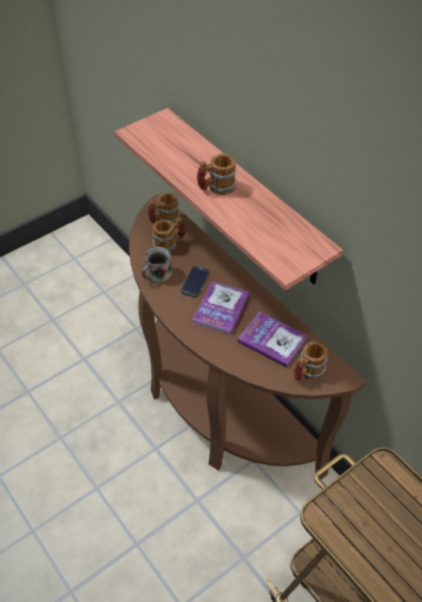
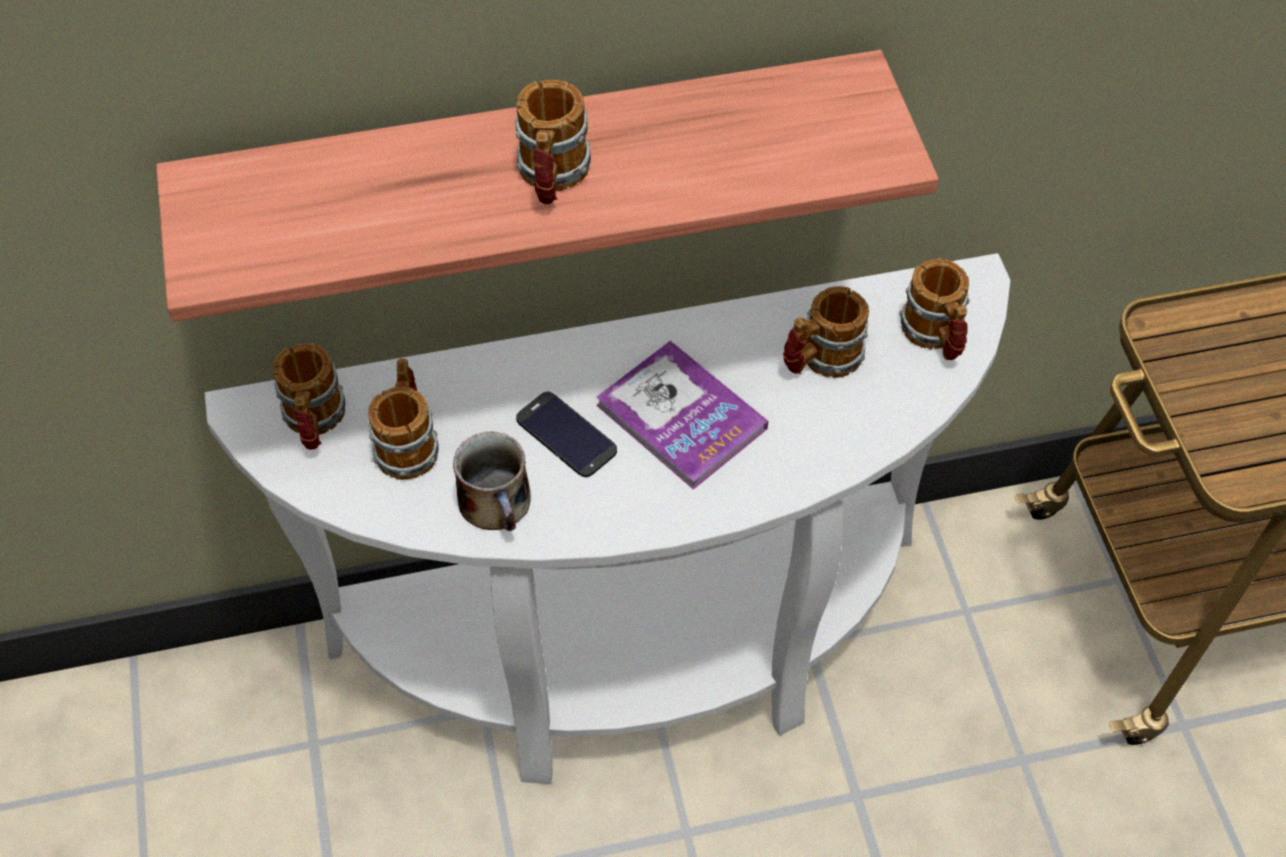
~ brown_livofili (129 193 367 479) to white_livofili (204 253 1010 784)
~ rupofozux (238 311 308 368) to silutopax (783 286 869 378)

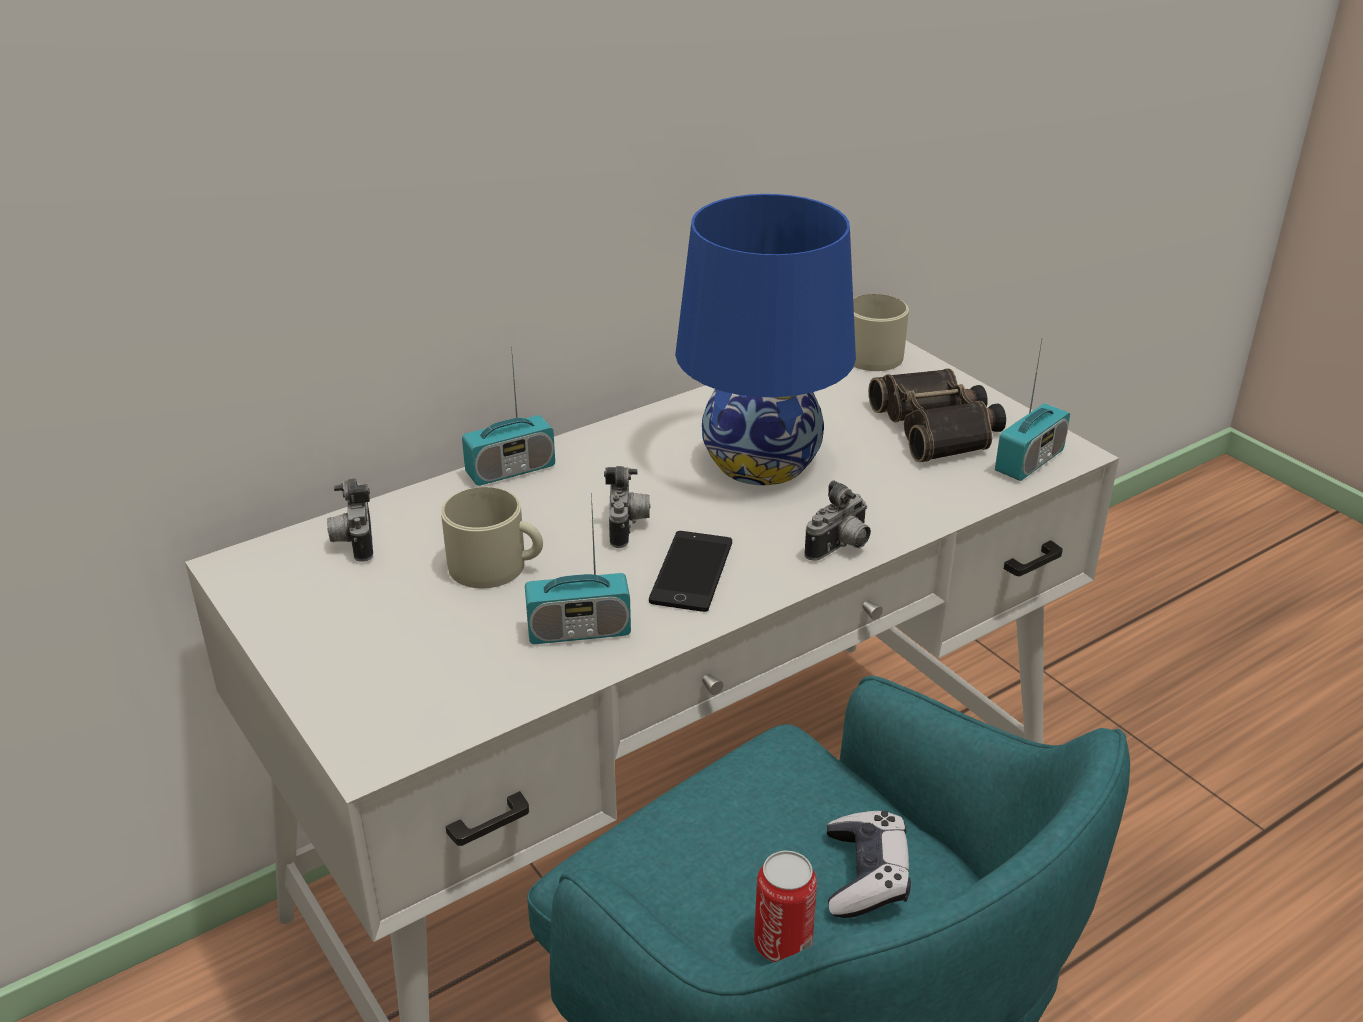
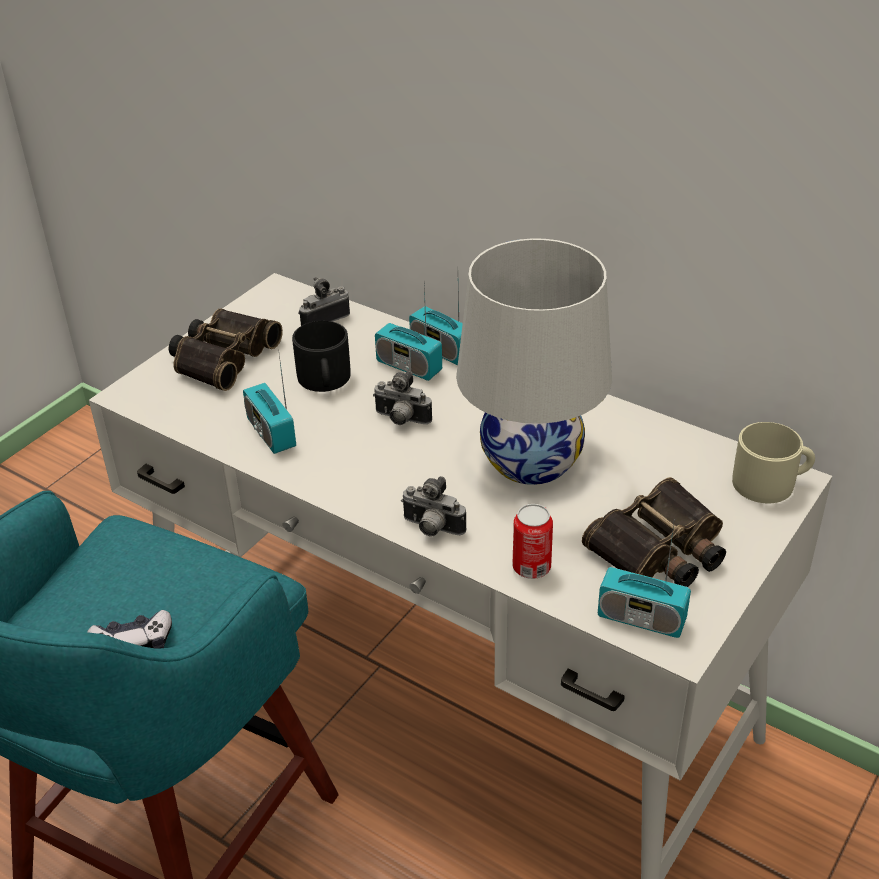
+ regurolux (169 308 283 391)
~ beige_silutopax (441 487 543 588) to black_silutopax (292 321 350 392)
~ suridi (604 466 651 548) = (373 371 432 425) 45 degrees clockwise
+ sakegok (375 285 442 381)
~ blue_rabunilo (675 194 856 485) to white_rabunilo (456 238 612 485)
~ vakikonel (754 851 817 962) to (513 504 553 579)
- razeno (649 531 732 612)

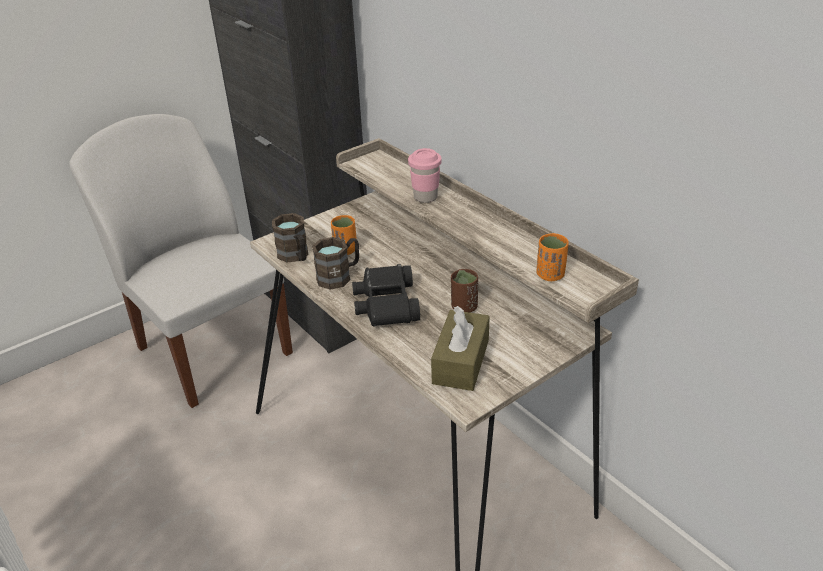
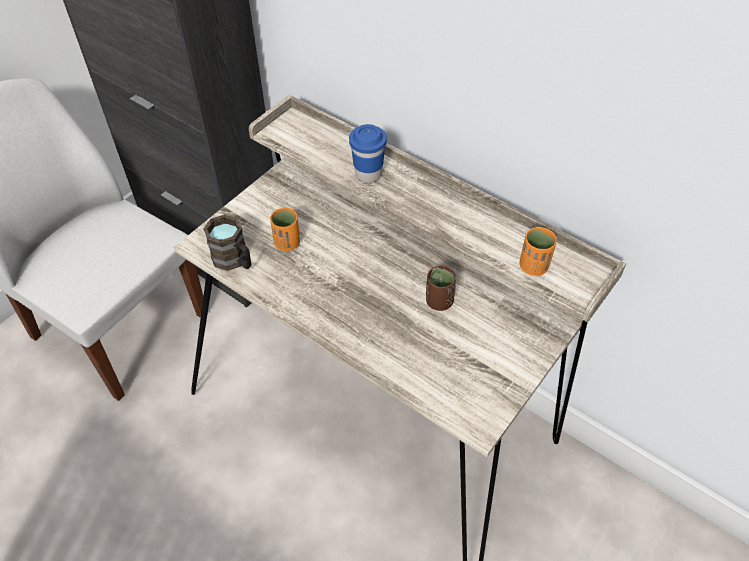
~ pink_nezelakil (408 148 442 203) to blue_nezelakil (349 124 387 183)
- brown_silutopax (312 237 359 290)
- black_regurolux (352 264 420 327)
- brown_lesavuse (431 306 490 391)

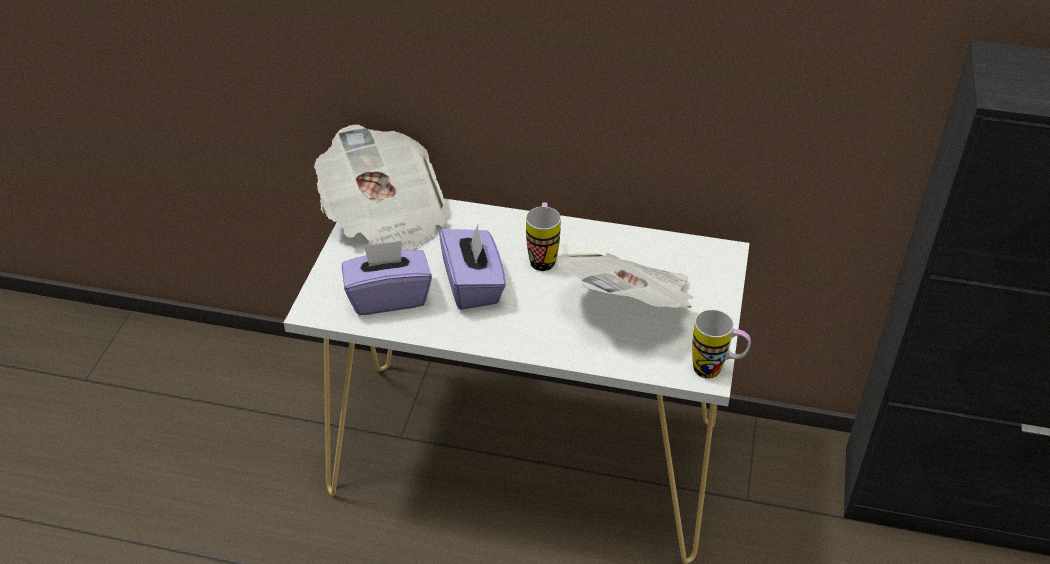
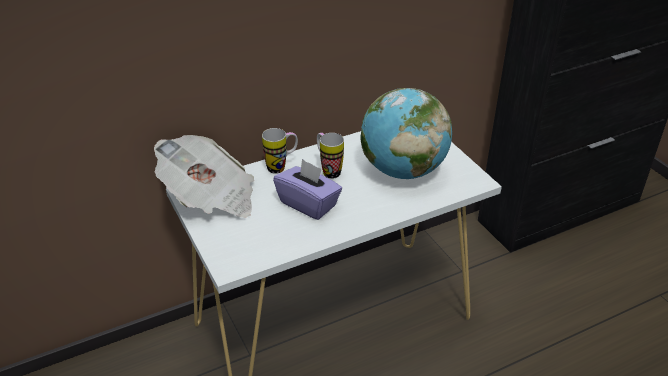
~ silutopax (692 310 751 379) to (262 128 298 174)
~ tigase (557 253 694 308) to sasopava (360 88 452 179)
- purple_lesavuse (342 241 432 315)

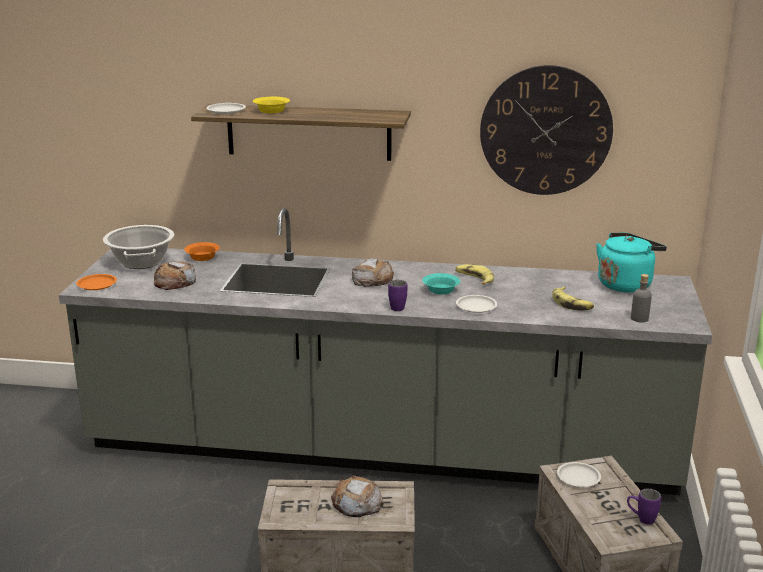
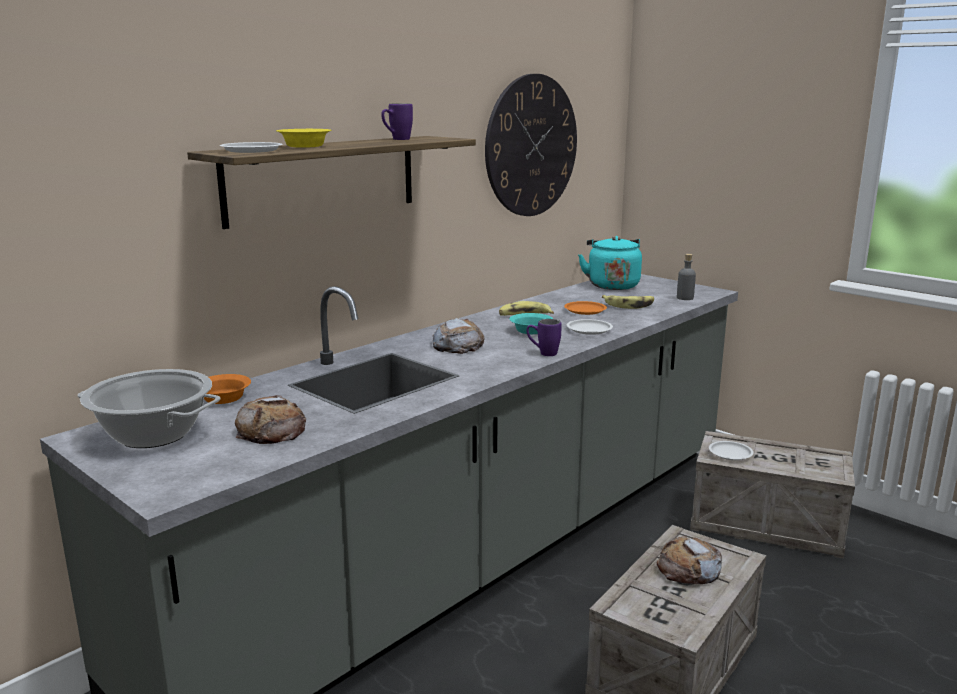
~ purple_silutopax (627 488 661 525) to (381 103 413 140)
~ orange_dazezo (76 274 117 290) to (564 301 607 315)

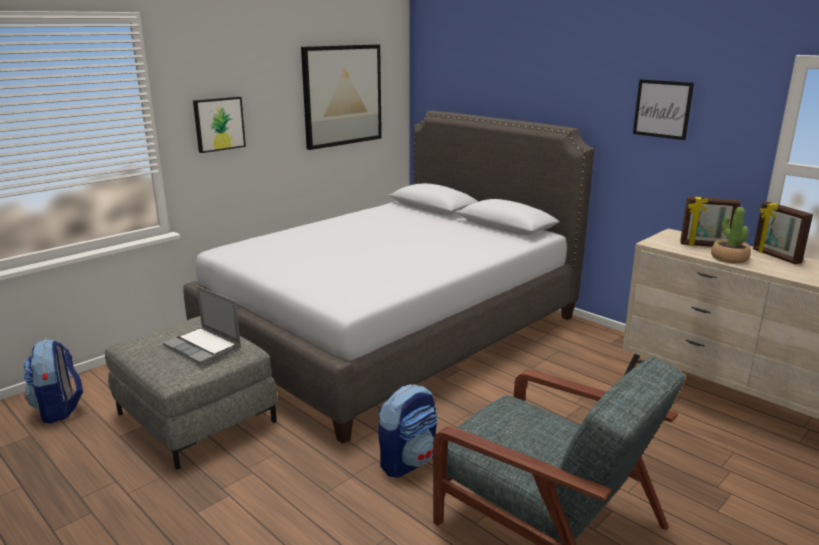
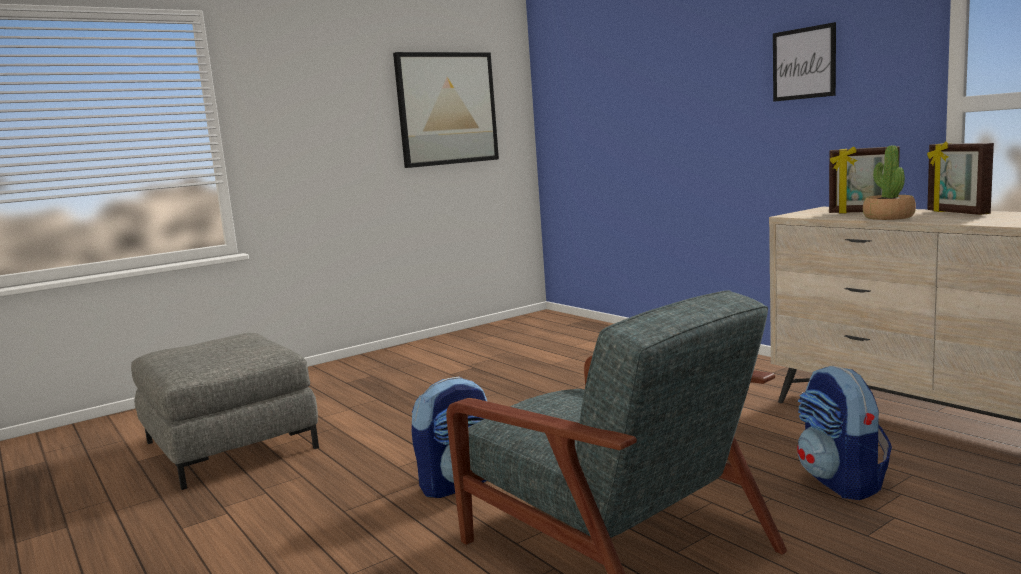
~ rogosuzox (24 339 83 424) to (797 366 892 500)
- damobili (163 286 241 365)
- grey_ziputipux (183 111 595 444)
- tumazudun (193 97 246 153)

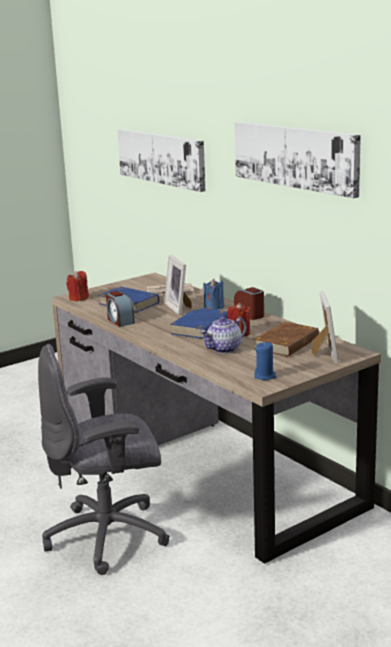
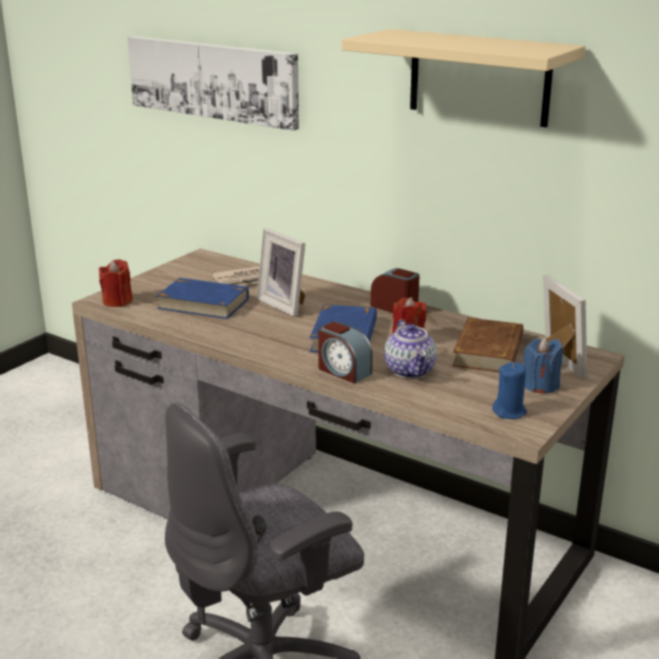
~ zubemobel (106 291 135 327) to (318 322 372 384)
~ tumazudun (235 122 361 198) to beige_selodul (342 29 586 127)
~ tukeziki (200 316 247 353) = (384 319 437 378) 45 degrees counterclockwise
~ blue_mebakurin (203 279 224 310) to (523 337 563 393)

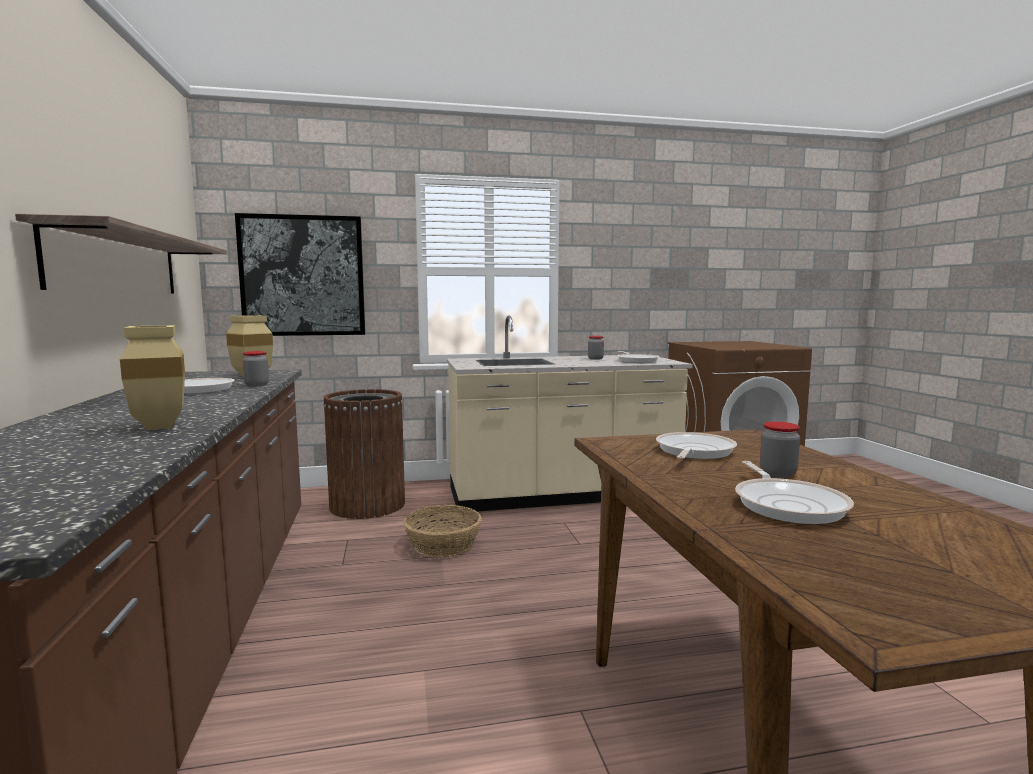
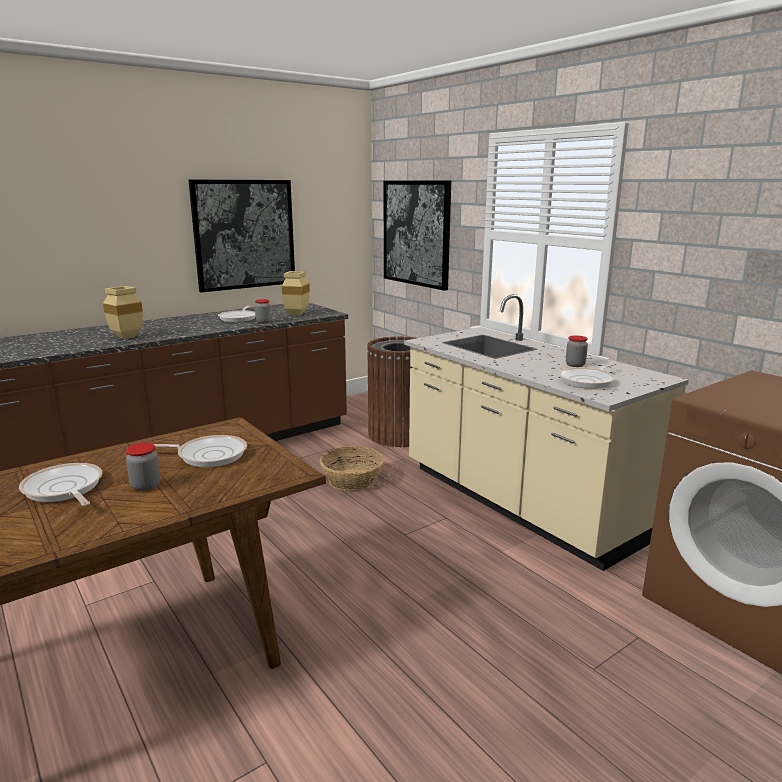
~ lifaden (735 461 854 524) = (19 463 102 506) 75 degrees clockwise
~ selodul (15 214 228 294) to tumazudun (188 180 295 293)

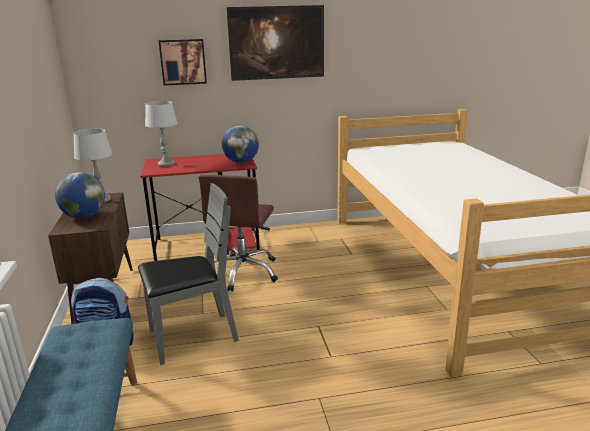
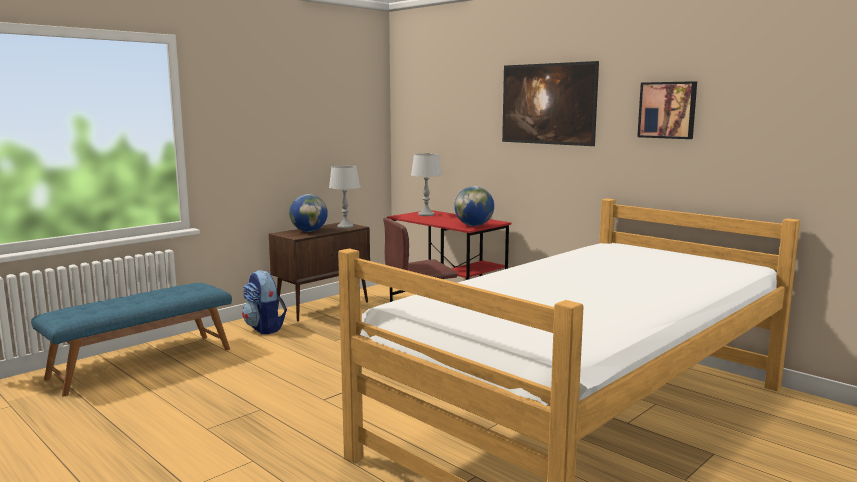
~ tumazudun (159 39 207 86) to (637 81 697 139)
- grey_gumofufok (138 183 239 365)

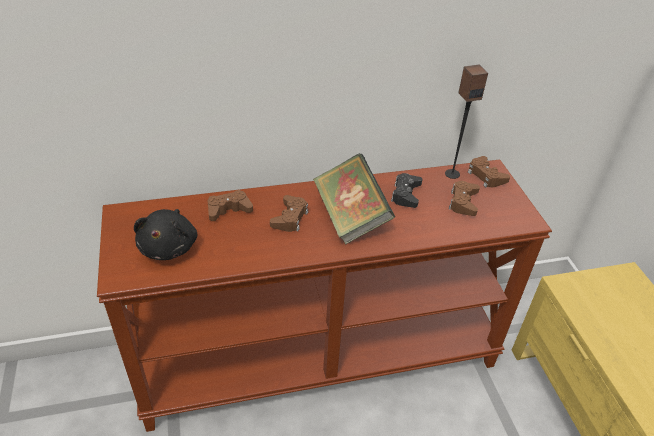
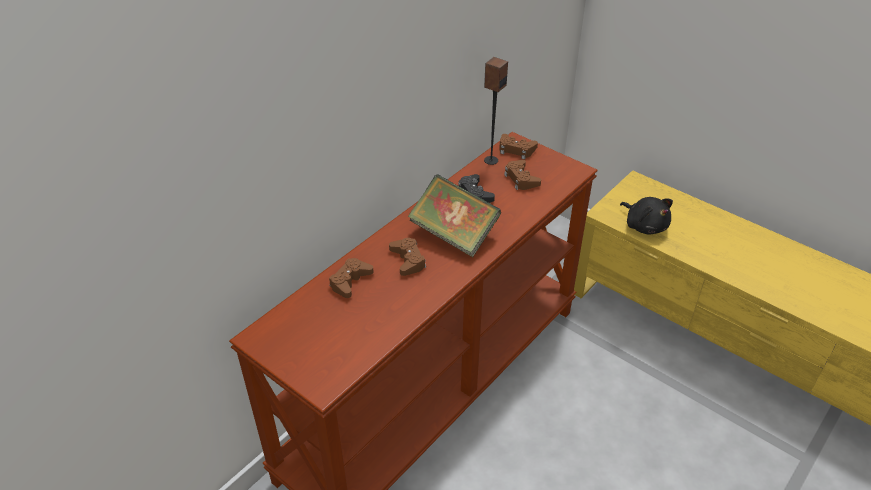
~ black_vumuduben (134 209 197 260) to (620 197 673 235)

